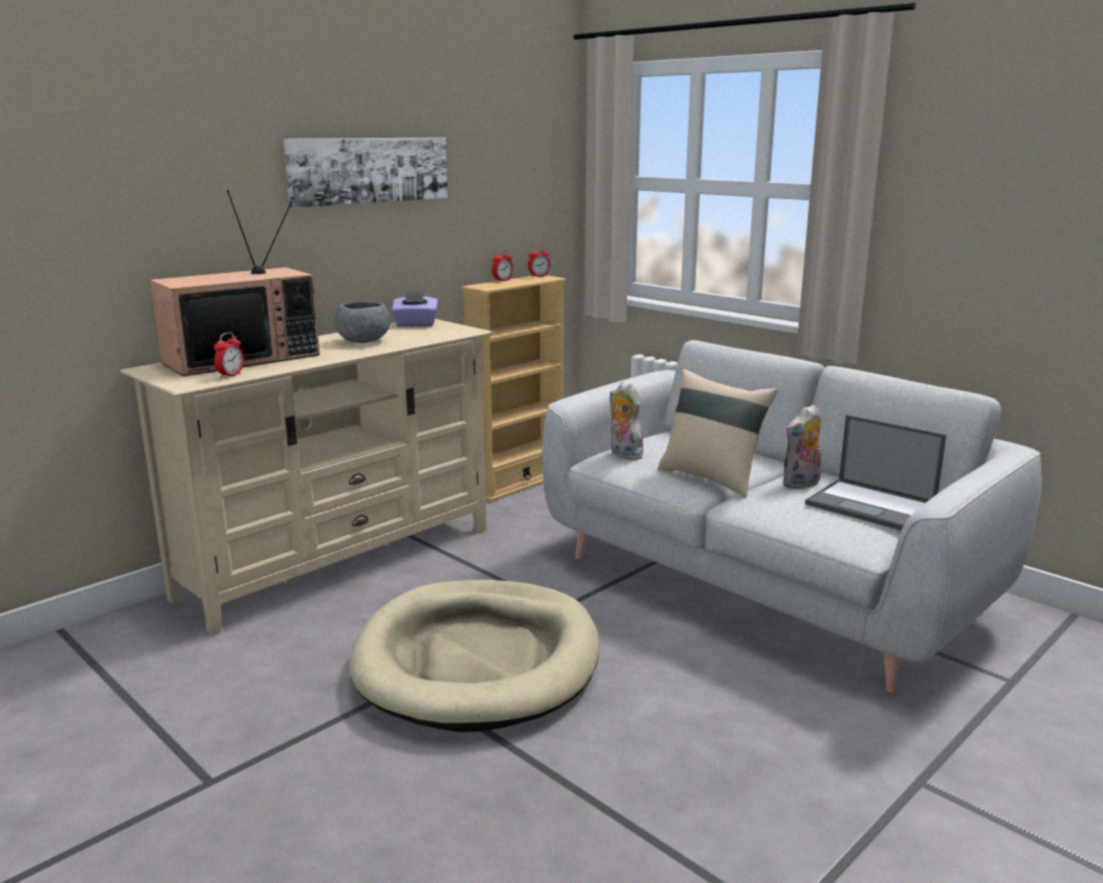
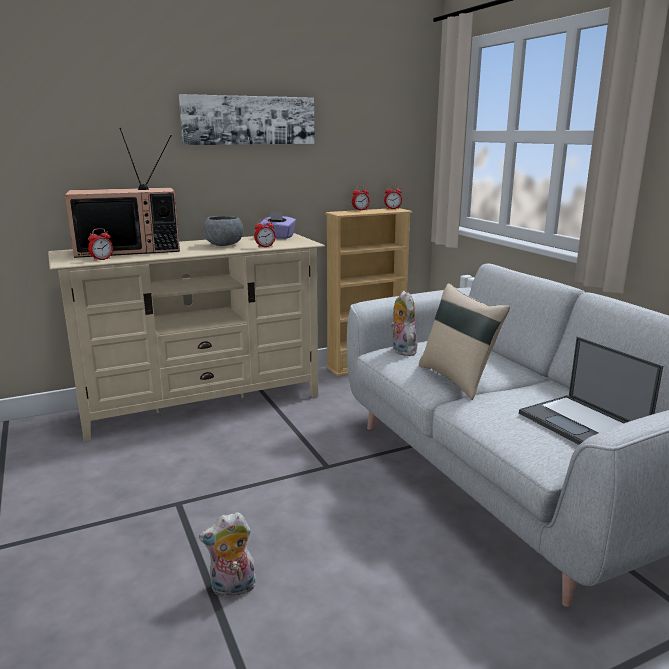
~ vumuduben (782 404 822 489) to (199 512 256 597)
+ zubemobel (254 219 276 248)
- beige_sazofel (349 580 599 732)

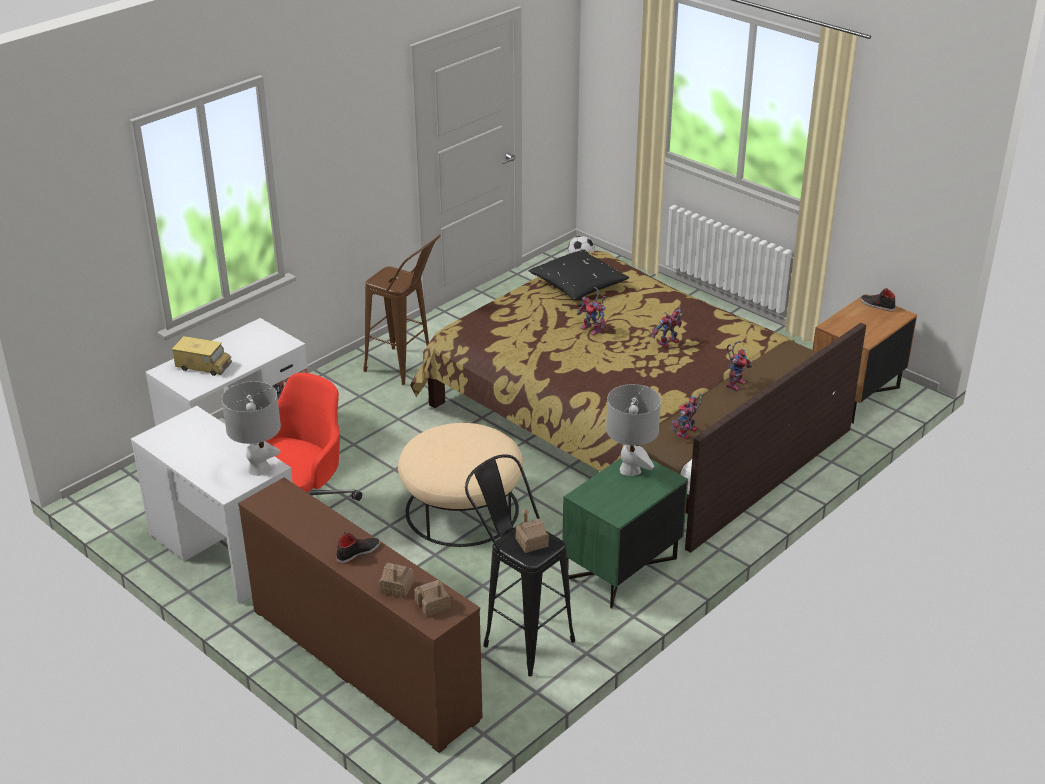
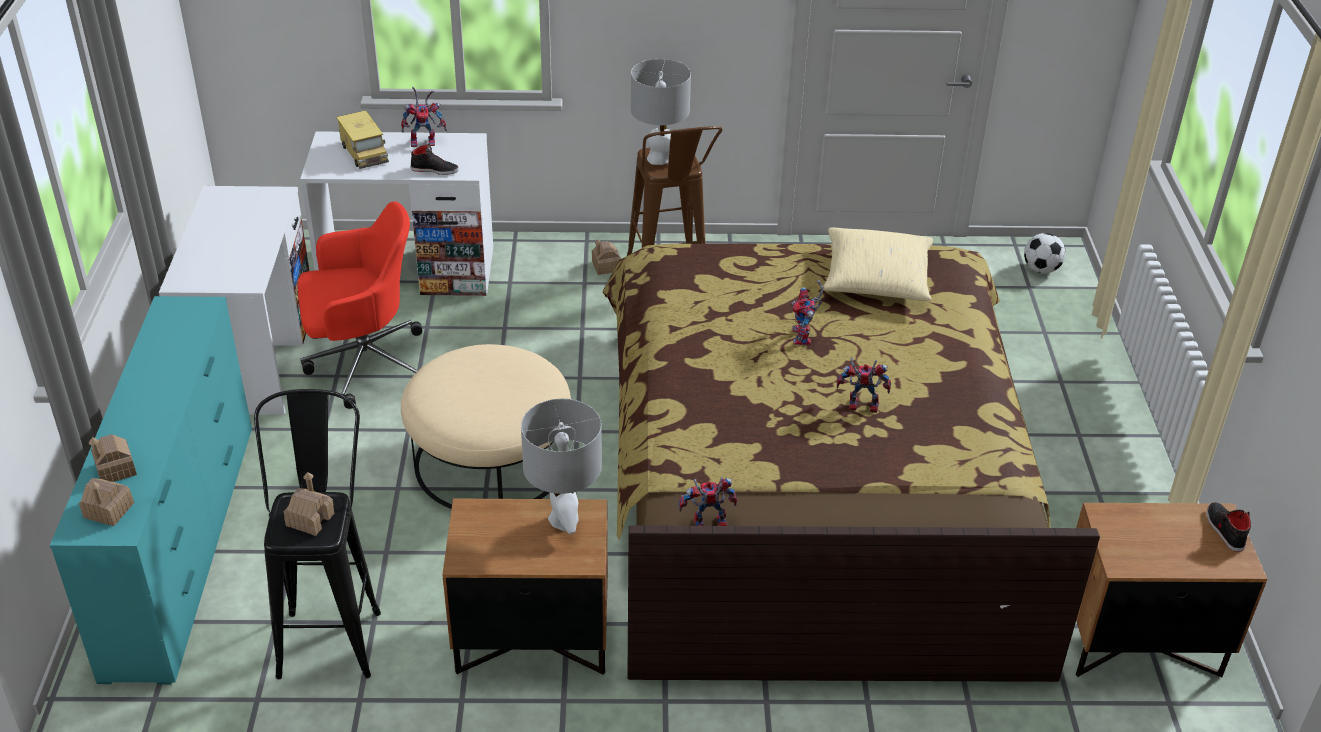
~ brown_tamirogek (238 478 483 753) to turquoise_tamirogek (50 296 252 684)
~ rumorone (726 341 752 391) to (401 87 447 147)
~ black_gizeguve (337 532 380 564) to (411 143 459 175)
~ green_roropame (562 458 688 608) to brown_roropame (442 498 608 675)
+ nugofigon (592 240 621 275)
~ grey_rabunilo (222 381 281 476) to (631 59 691 165)
~ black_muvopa (529 249 629 300) to beige_muvopa (823 227 933 301)

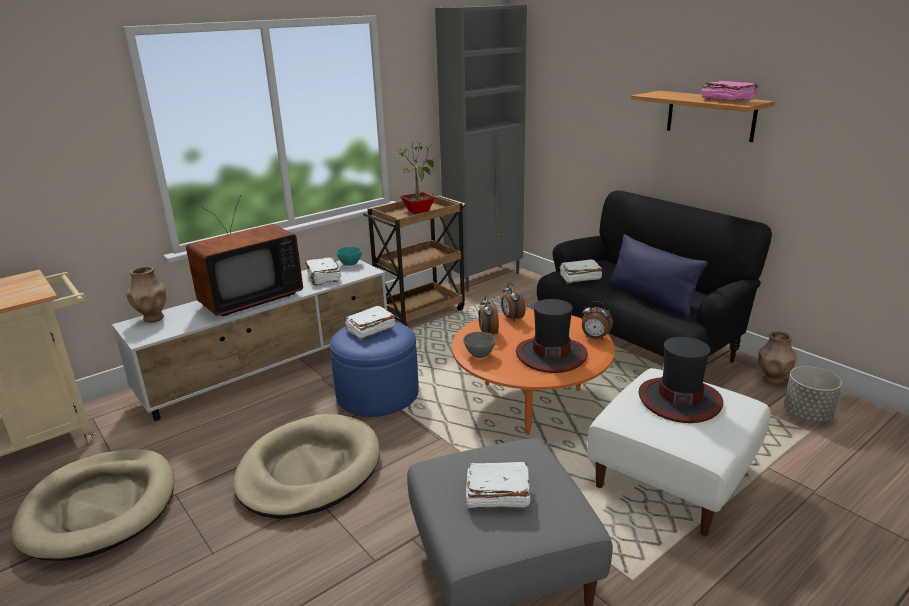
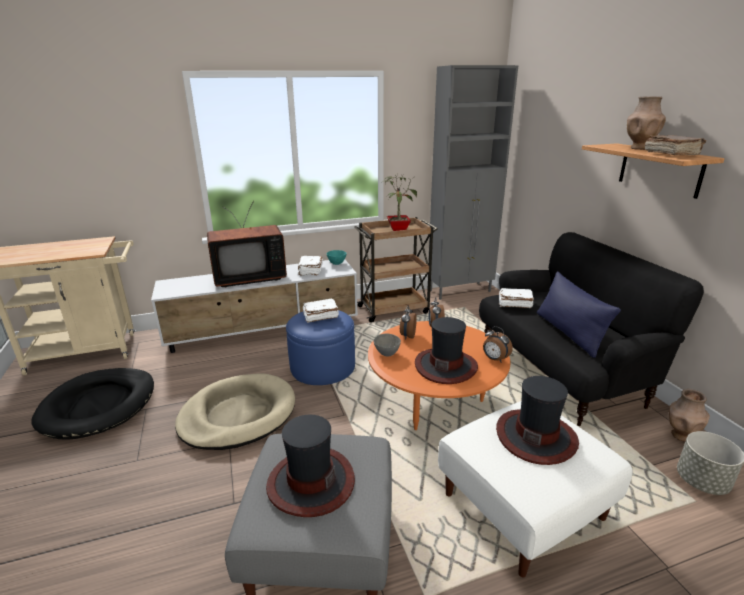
~ beige_sazofel (12 449 174 561) to black_sazofel (31 368 154 440)
~ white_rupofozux (465 462 530 508) to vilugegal (266 415 355 517)
~ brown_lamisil (126 266 166 322) to (627 96 666 150)
~ pink_rupofozux (701 81 758 102) to brown_rupofozux (645 135 706 155)

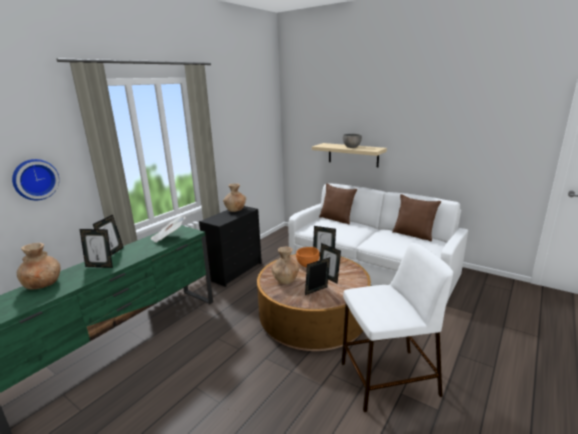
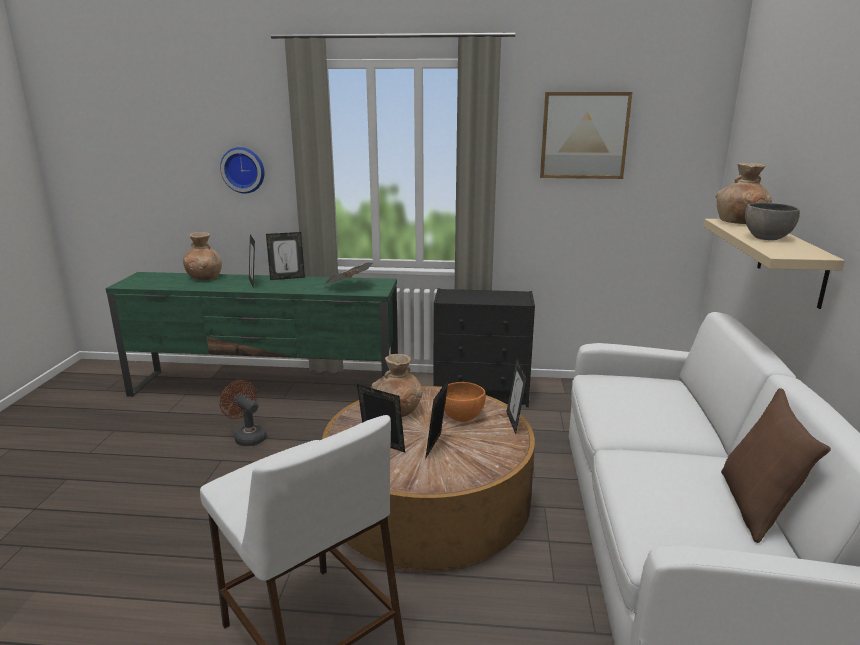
+ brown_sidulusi (219 380 267 446)
+ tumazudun (540 92 632 179)
~ brown_lamisil (223 183 246 212) to (715 163 772 224)
- brown_muvopa (319 183 357 225)

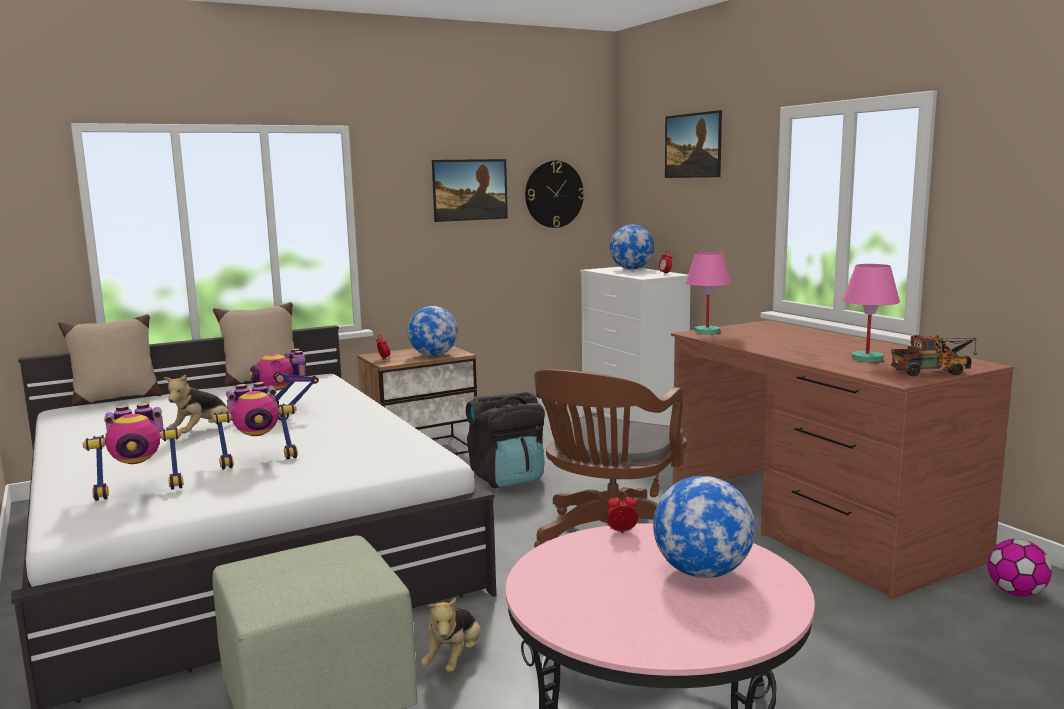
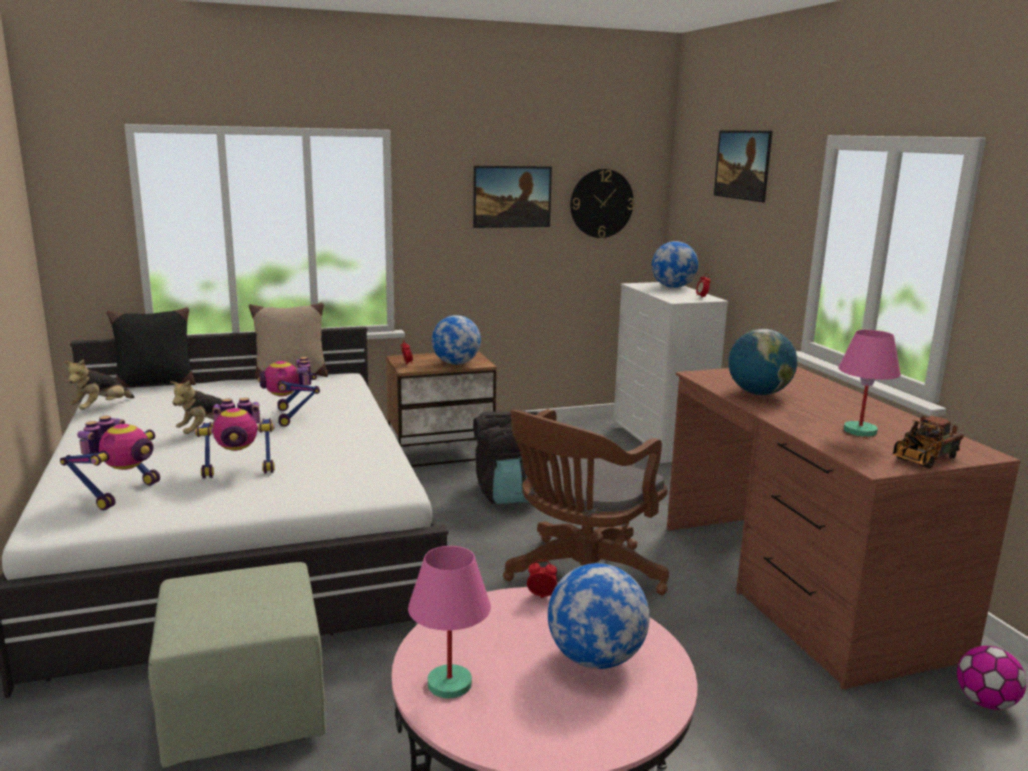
~ rumorone (83 403 184 501) = (60 416 160 510) 60 degrees counterclockwise
~ vumuduben (421 597 481 673) to (64 359 135 410)
~ beige_muvopa (58 314 162 406) to black_muvopa (107 307 196 388)
~ pink_rabunilo (686 252 732 334) to (408 546 491 698)
+ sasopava (728 329 797 395)
~ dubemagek (891 335 977 377) = (892 416 964 468) 135 degrees clockwise

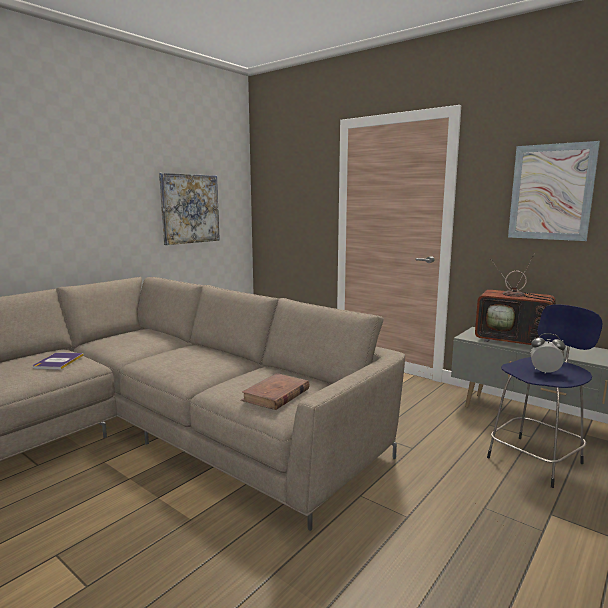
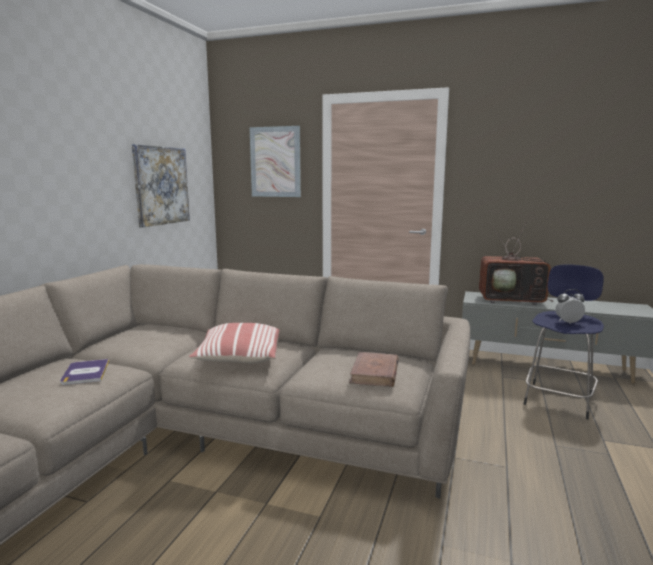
+ muvopa (189 323 280 364)
~ tumazudun (508 141 600 241) to (250 126 301 197)

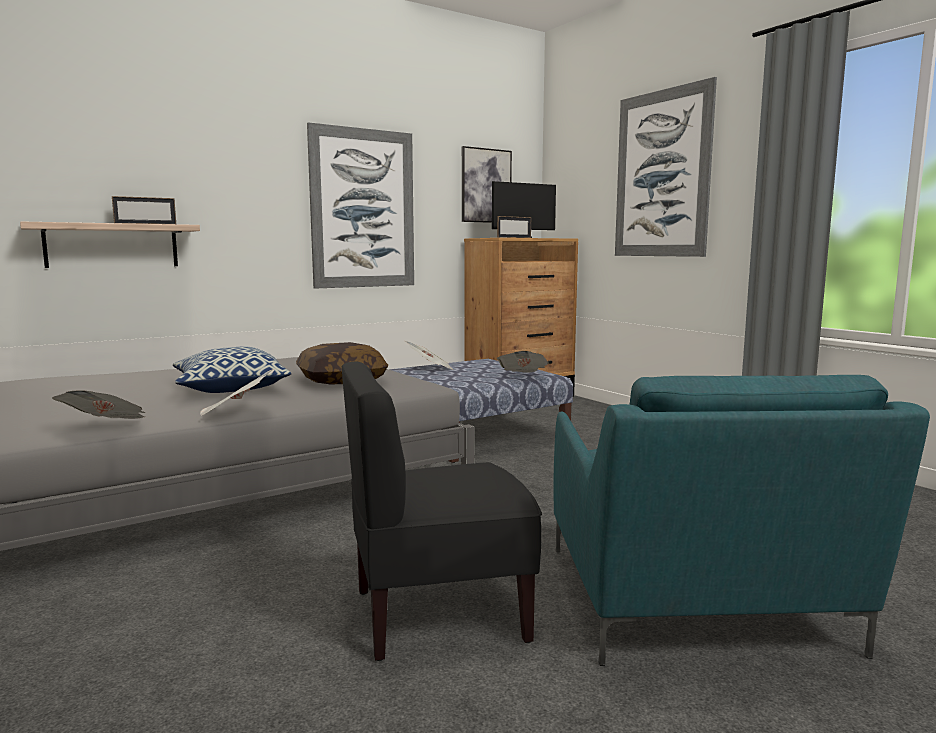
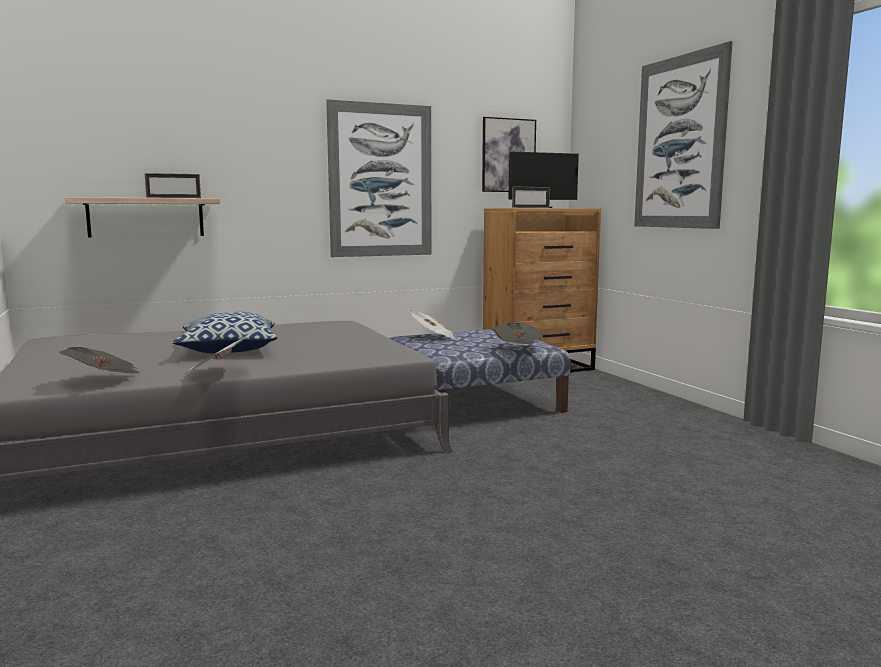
- muvopa (296 342 388 385)
- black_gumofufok (342 362 542 661)
- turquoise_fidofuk (553 375 930 666)

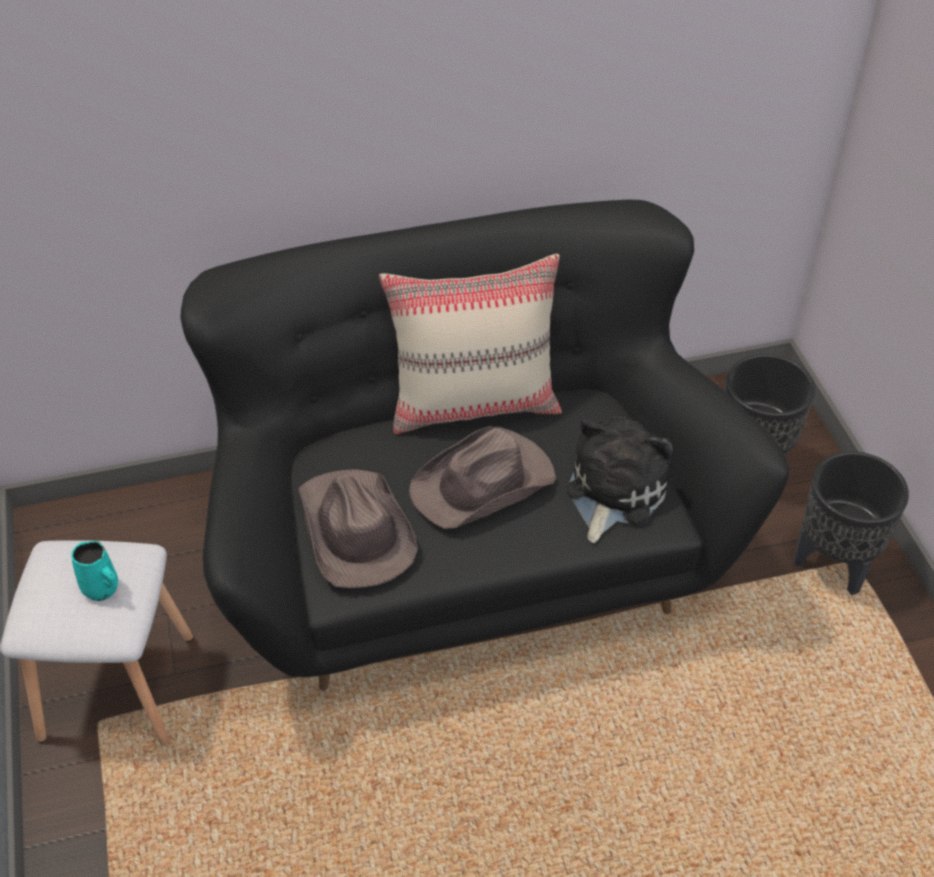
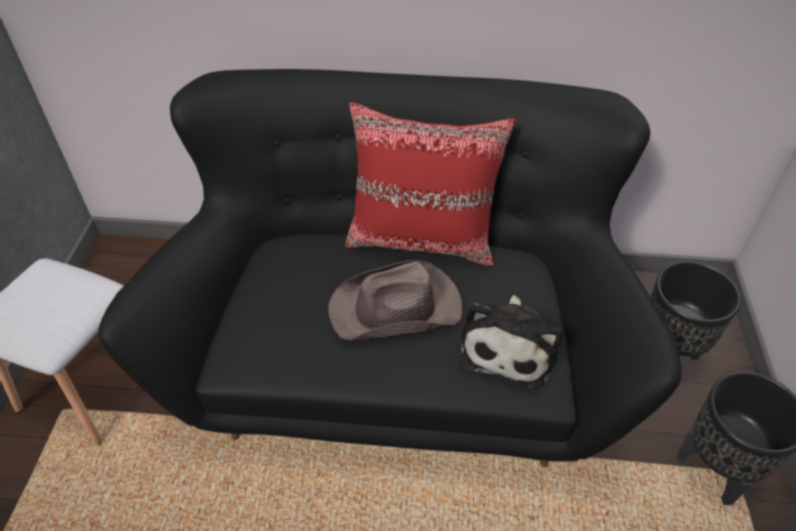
~ beige_muvopa (379 254 562 434) to red_muvopa (346 102 516 266)
~ vumuduben (566 417 673 543) = (460 295 563 389) 150 degrees clockwise
- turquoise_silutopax (71 541 118 601)
- brown_vilugegal (298 469 418 588)

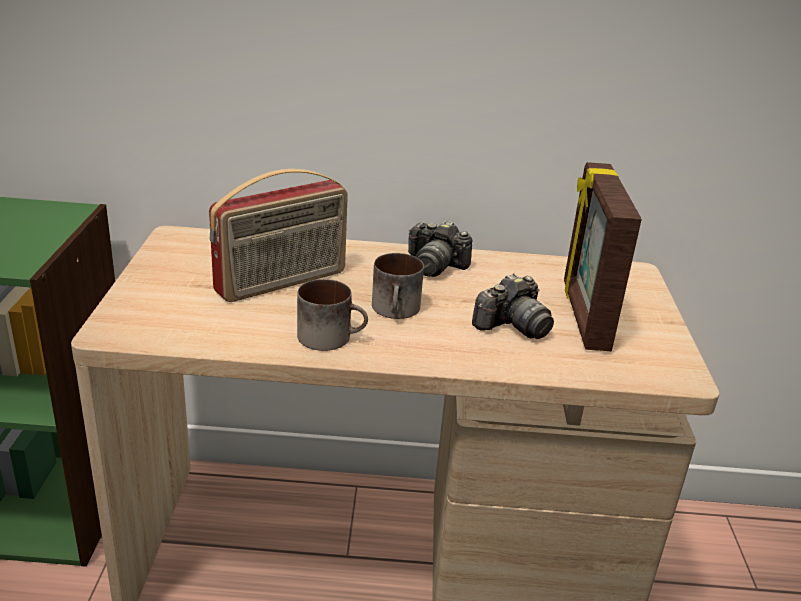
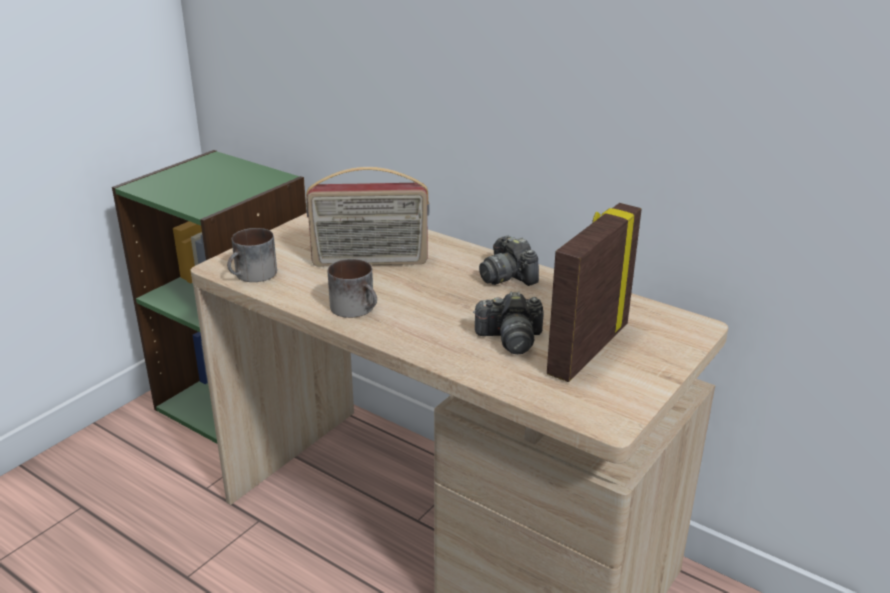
~ silutopax (372 253 424 319) to (227 228 277 282)

